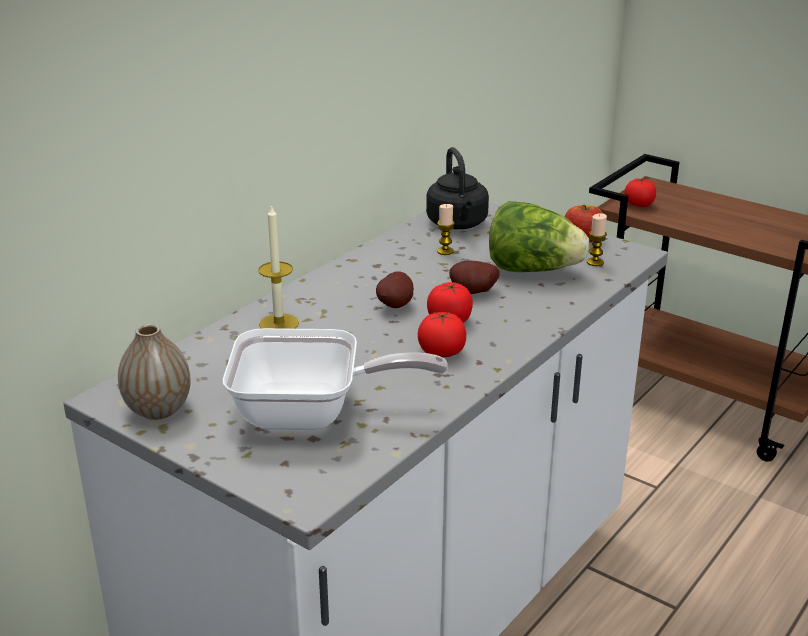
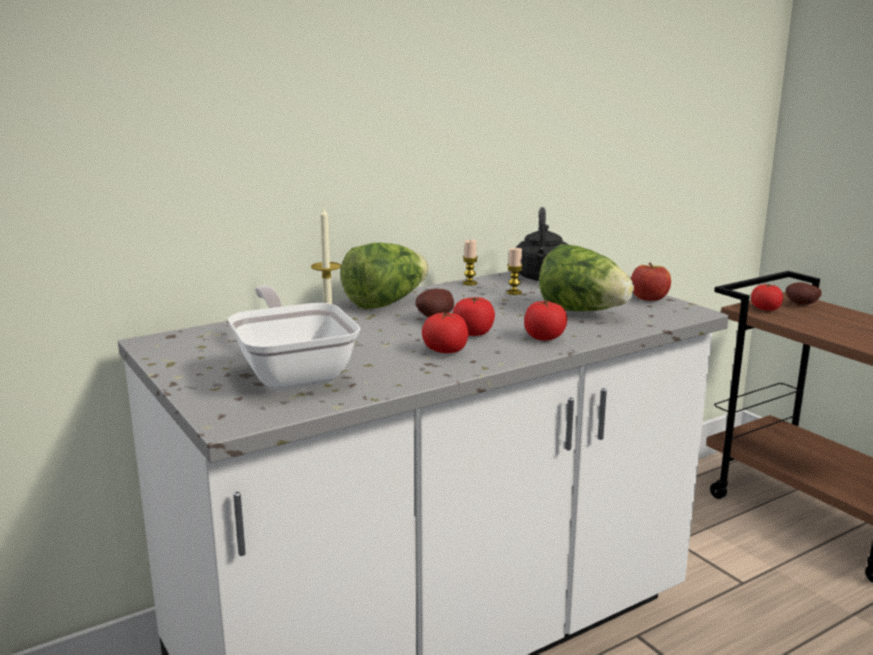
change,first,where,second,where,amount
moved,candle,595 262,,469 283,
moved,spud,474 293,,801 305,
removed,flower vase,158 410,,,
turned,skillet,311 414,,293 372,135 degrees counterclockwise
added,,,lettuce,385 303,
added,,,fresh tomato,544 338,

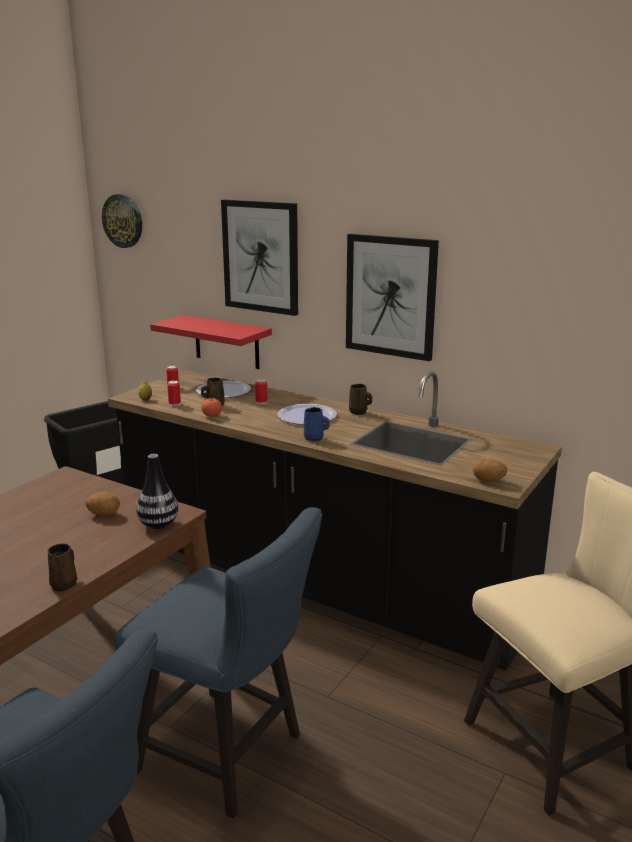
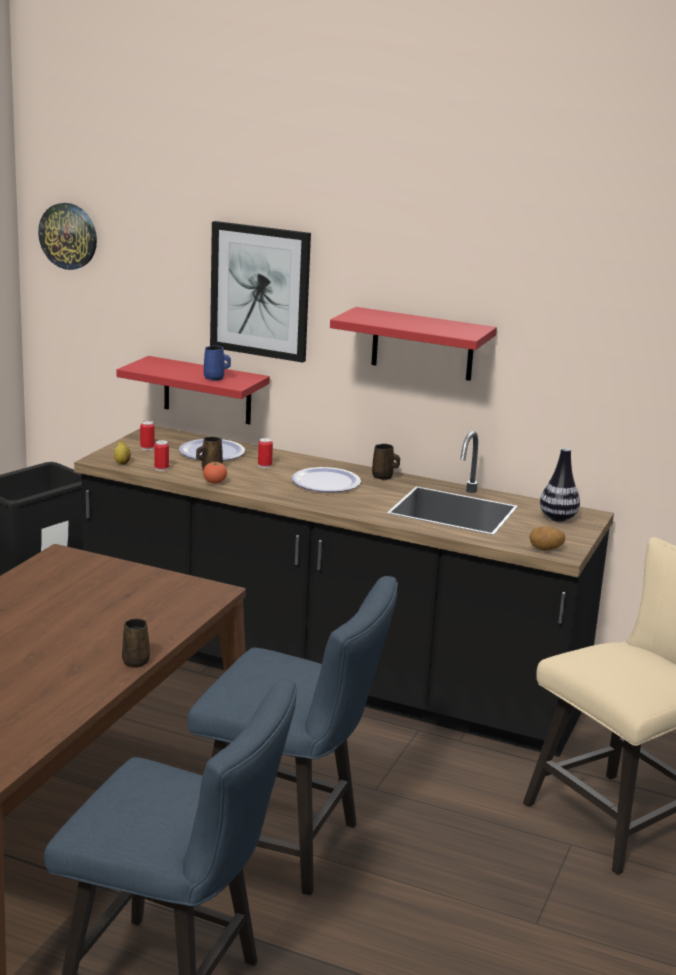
change,first,where,second,where,amount
replaced,wall picture,391 296,reddish wall shelf,422 344,
moved,blue-coloured mug,315 438,,215 378,
moved,flower vase,158 525,,557 518,
removed,spud,104 514,,,

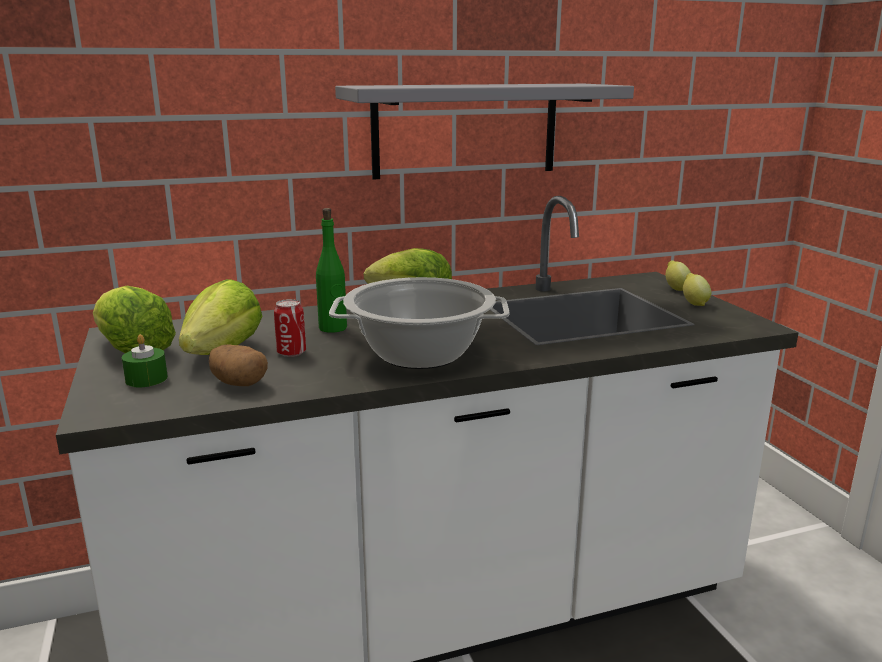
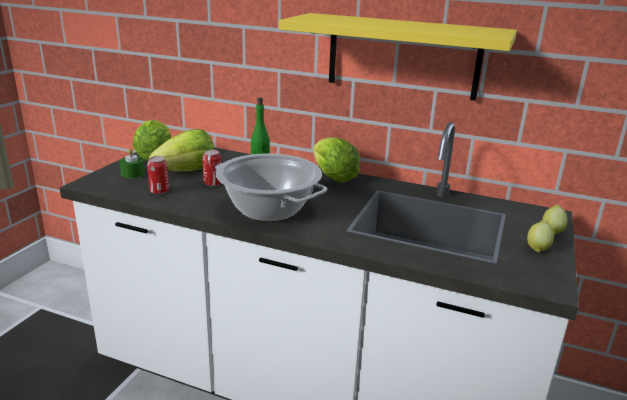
change,first,where,second,where,amount
recoloured,gray wall shelf,465 130,yellowish wall shelf,403 56,
replaced,spud,239 383,sealed can,159 191,

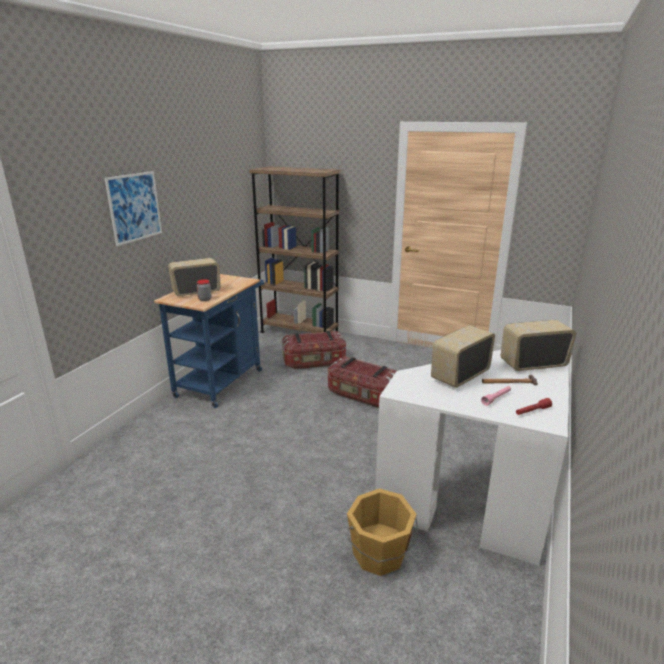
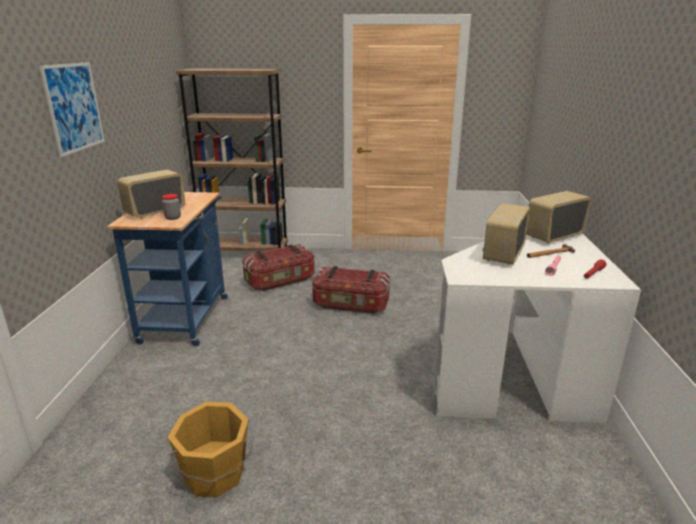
change,first,where,second,where,amount
moved,orangey pail,379 555,,215 475,

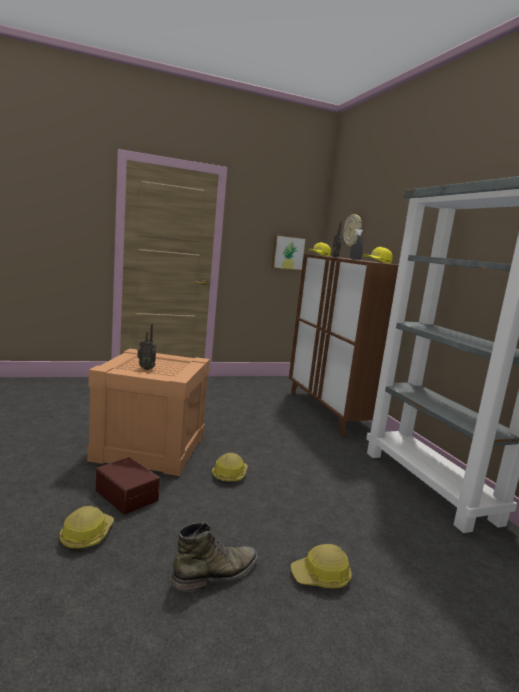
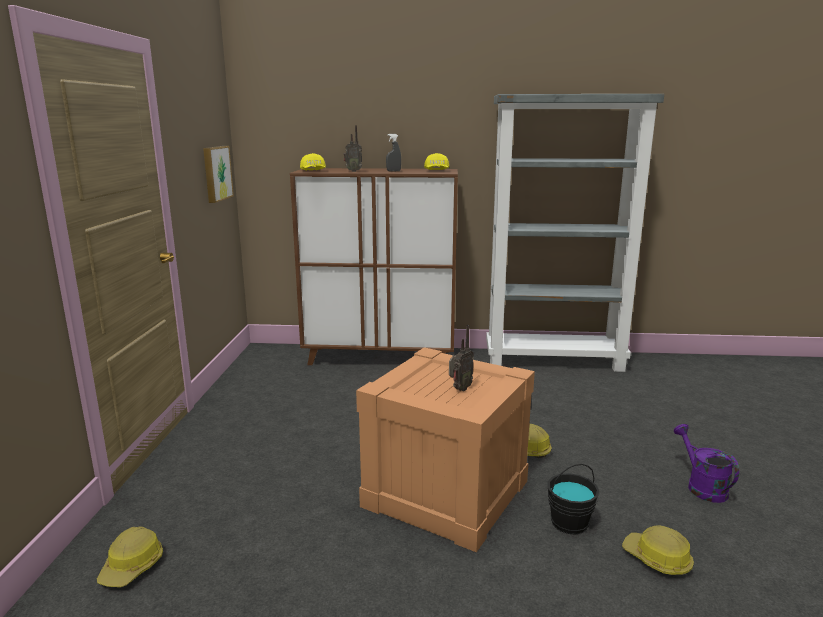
change,first,where,second,where,amount
removed,hanging clock,353 230,,,
replaced,brownish storage bin,128 494,blackish pail,569 523,
replaced,greenish boot,216 574,purple-coloured watering can,701 486,
moved,hard hat,321 577,,133 567,

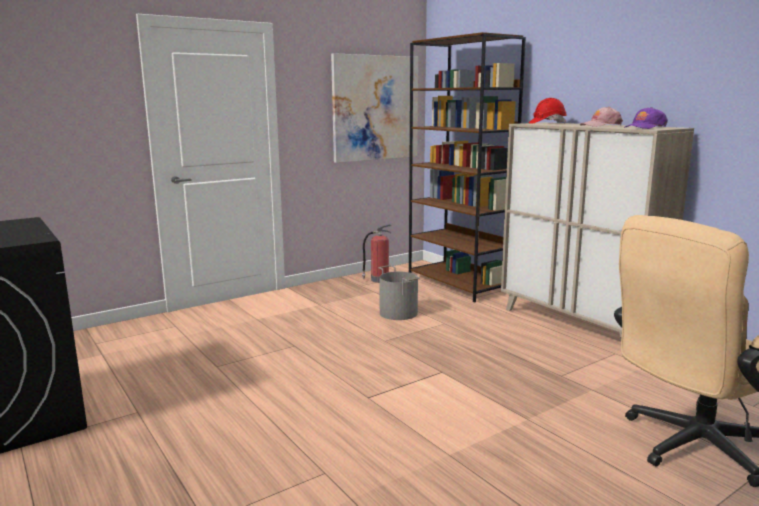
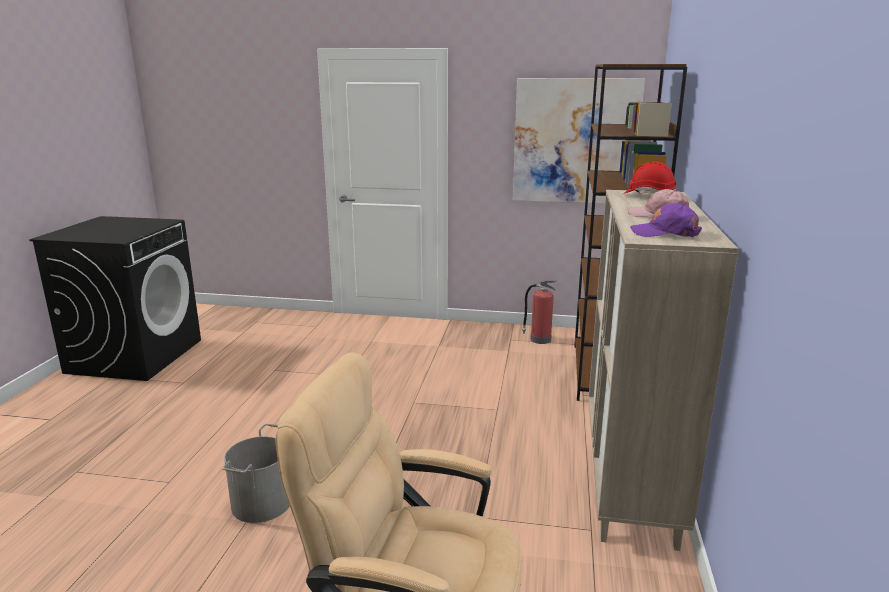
change,first,where,second,where,amount
moved,gray pail,399 313,,262 503,

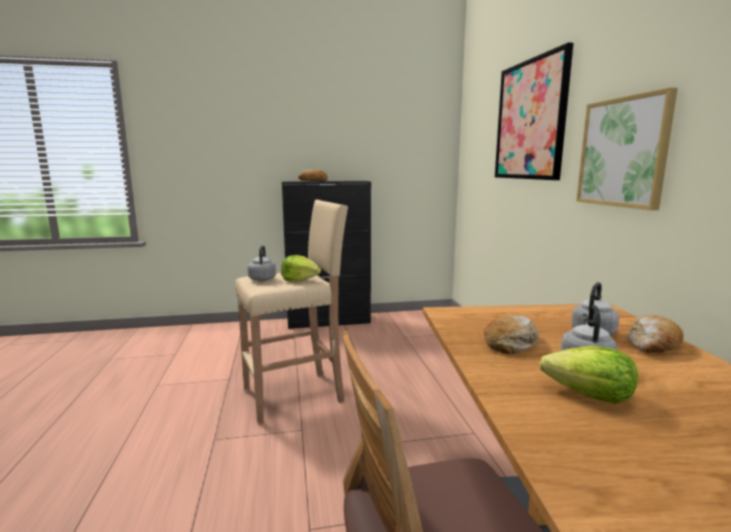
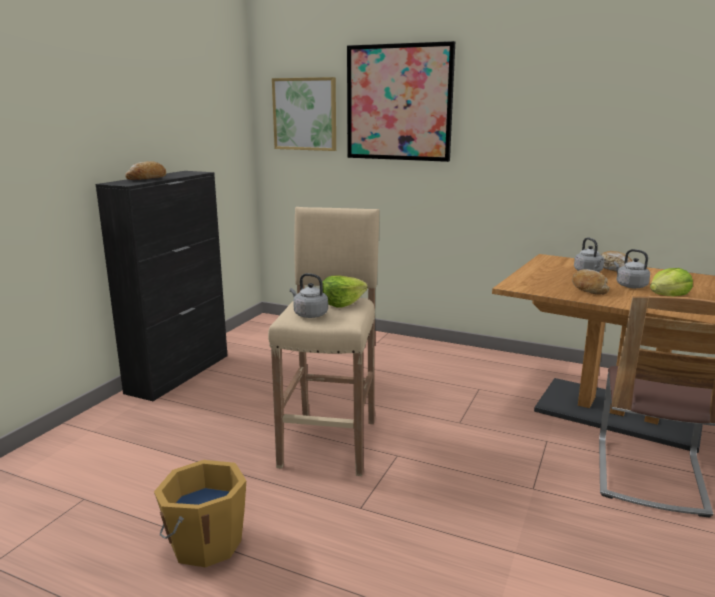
change,first,where,second,where,amount
moved,wall picture,623 152,,305 114,
added,,,orangey pail,205 543,

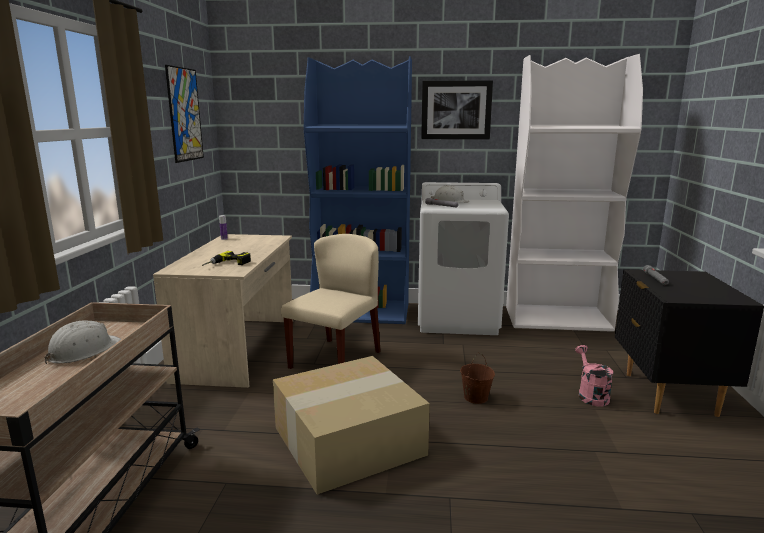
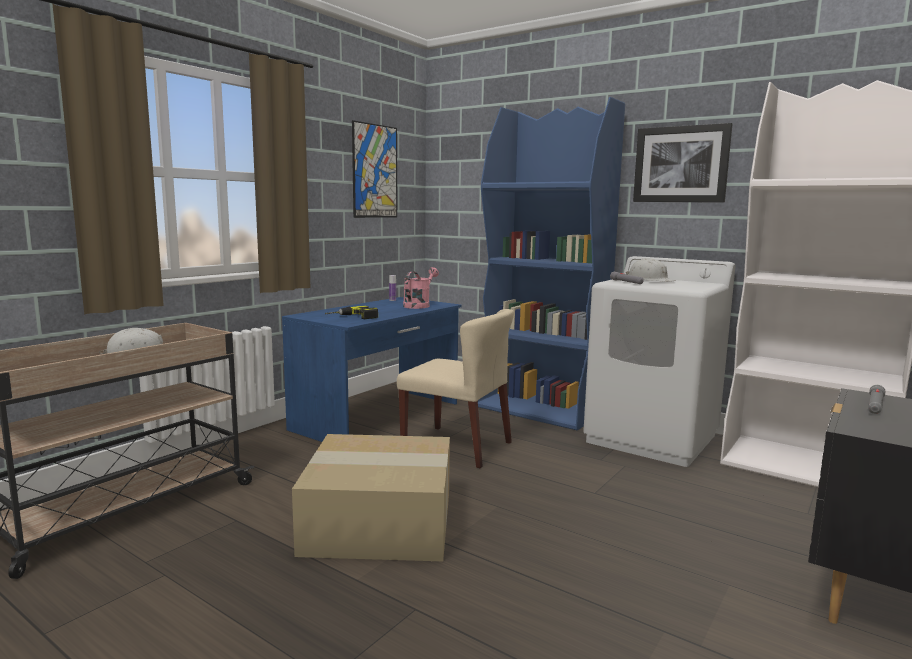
change,first,where,second,where,amount
recoloured,beige-coloured desk table,239 348,blue-coloured desk table,378 416,
turned,beige-coloured chair,335 359,,458 446,60 degrees clockwise
moved,pink watering can,590 395,,419 305,
removed,brownish pail,475 397,,,

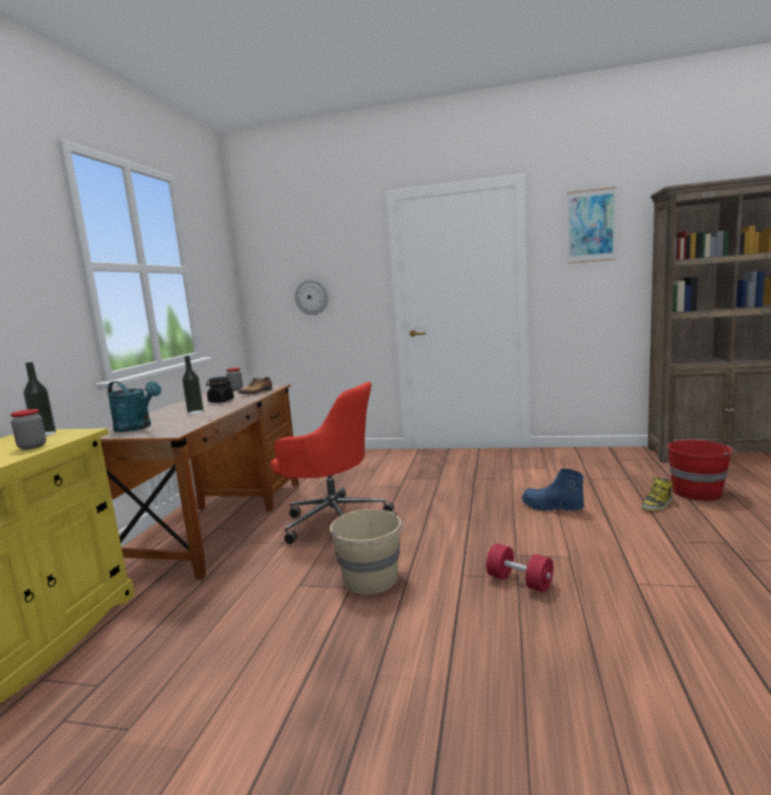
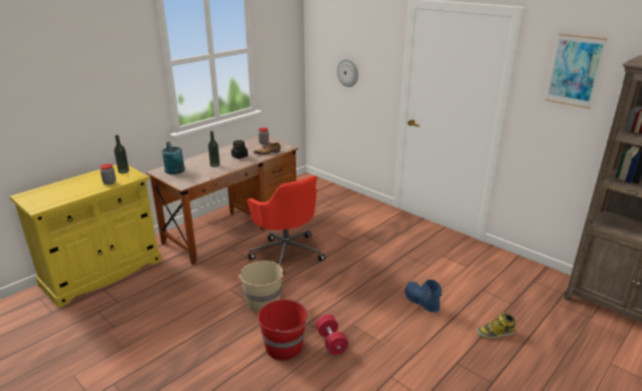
change,first,where,second,where,amount
moved,reddish pail,697 492,,284 346,

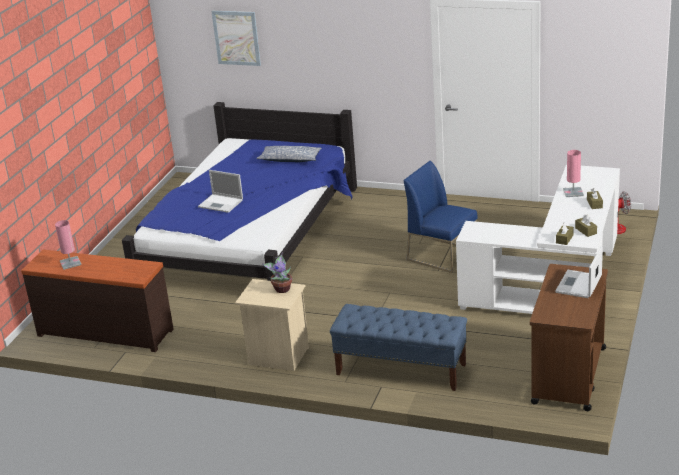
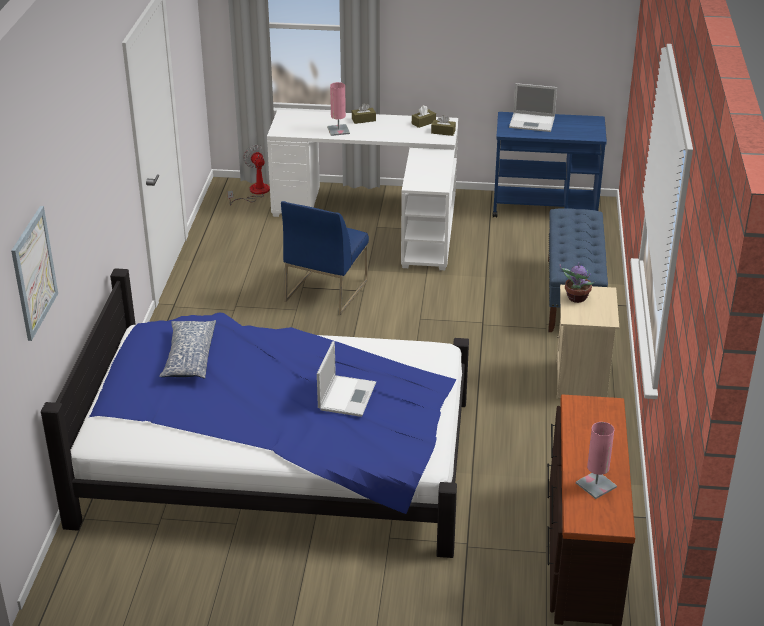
change,first,where,second,where,amount
recoloured,brownish wheeled cart,568 376,blue-coloured wheeled cart,545 208,

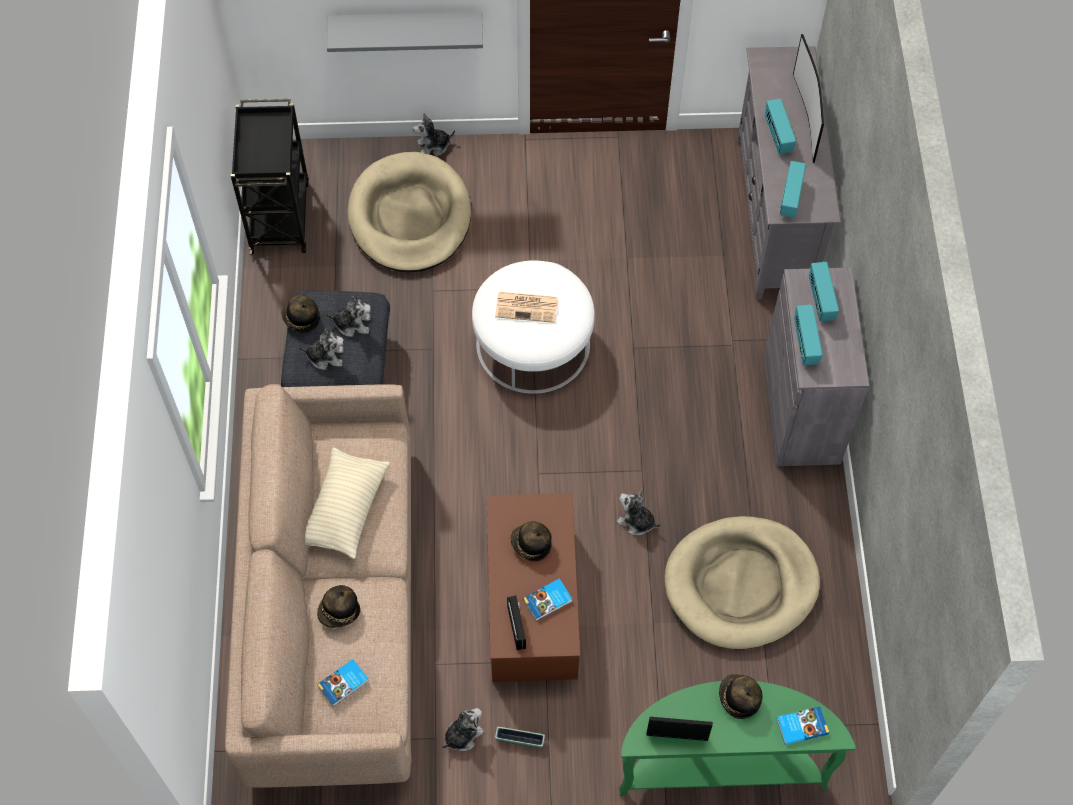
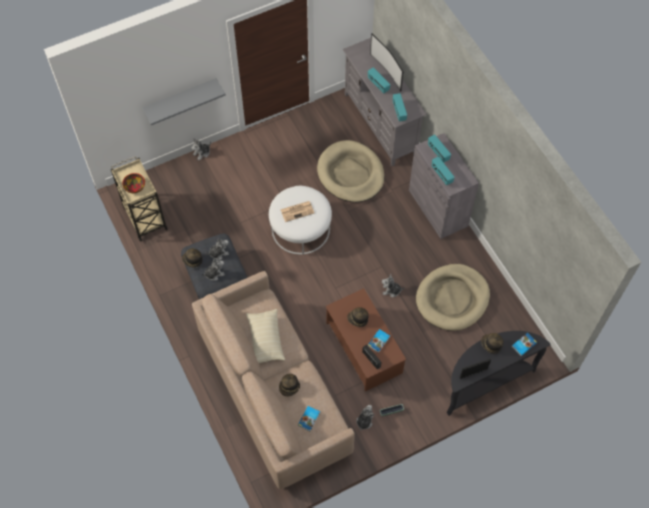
change,first,where,second,where,amount
recoloured,blackish wheeled cart,279 215,beige-coloured wheeled cart,144 216,
moved,beige-coloured dog cushion,410 217,,351 174,
recoloured,greenish hall table,720 764,blackish hall table,484 382,
added,,,bowl,134 187,

